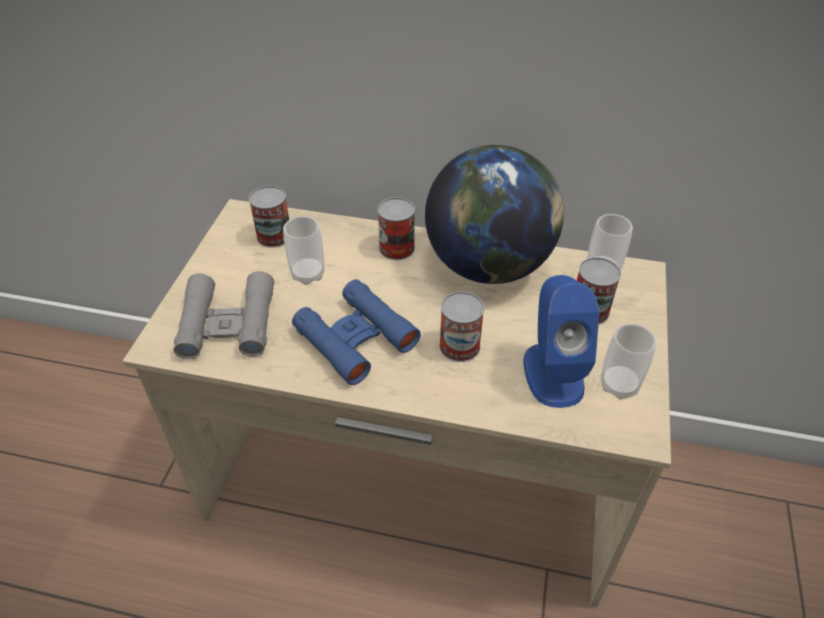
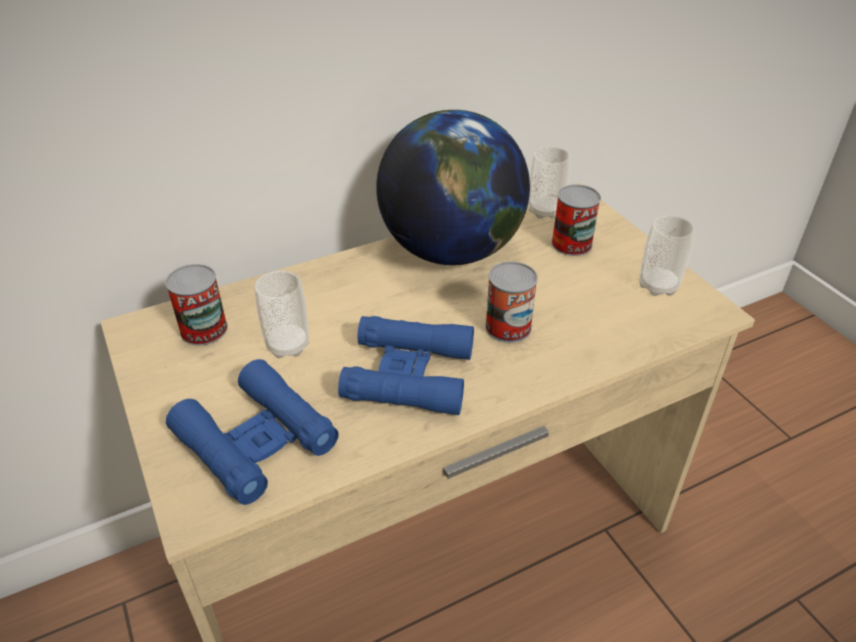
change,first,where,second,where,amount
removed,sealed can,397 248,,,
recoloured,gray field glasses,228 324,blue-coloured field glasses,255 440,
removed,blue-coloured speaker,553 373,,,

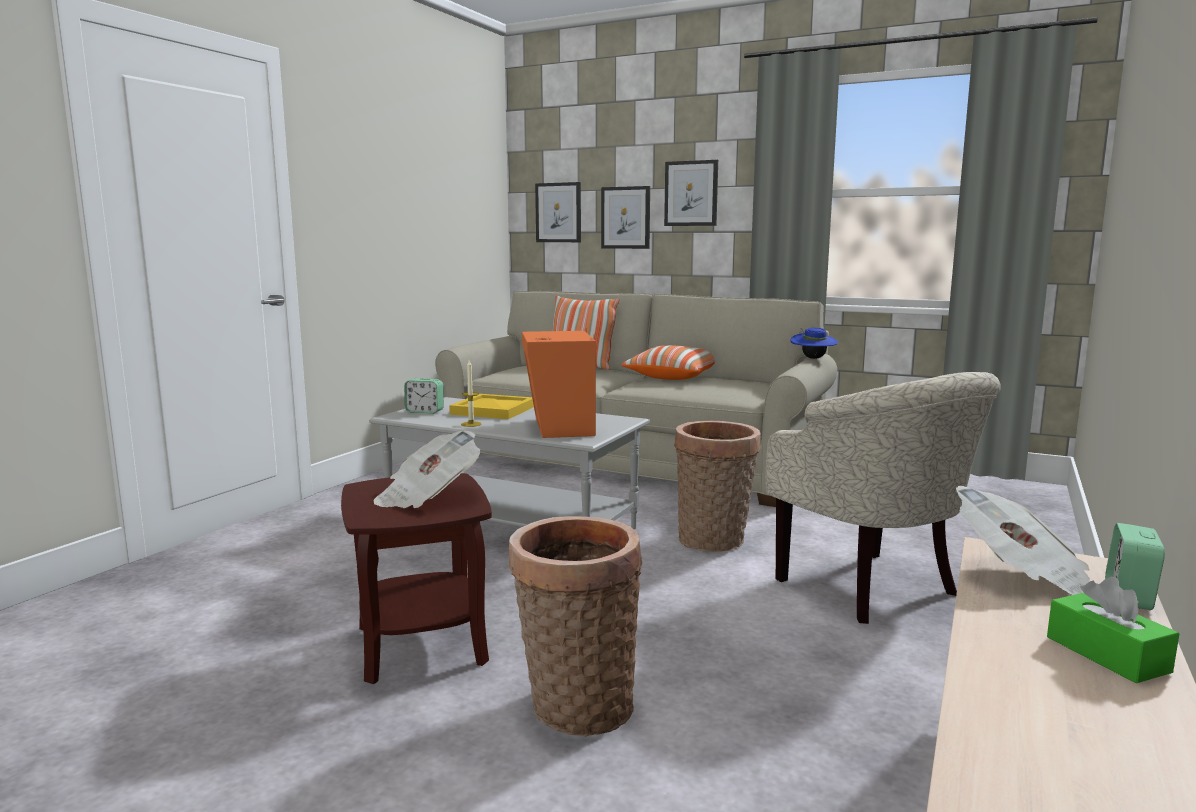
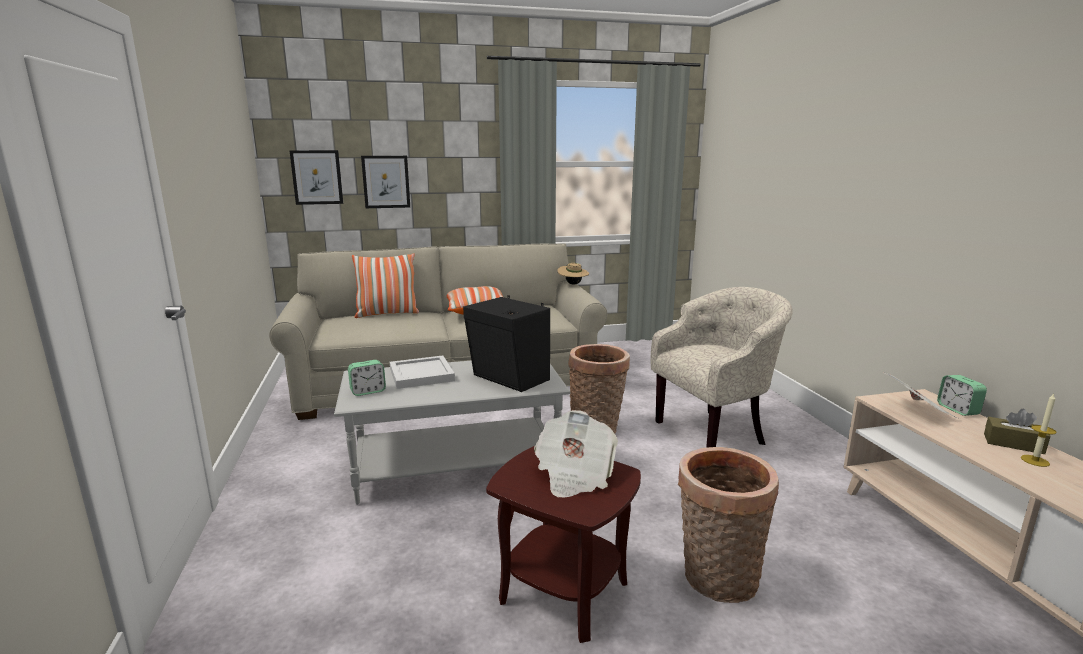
change,first,where,second,where,amount
removed,wall picture,691 193,,,
recoloured,orangey speaker,559 427,blackish speaker,509 379,
recoloured,blue-coloured hat,813 358,beige-coloured hat,573 284,
moved,candle,471 424,,1035 460,
turned,beige-coloured armchair,874 590,,714 432,45 degrees counterclockwise
recoloured,yellowish tray,494 410,white tray,422 375,
recoloured,greenish tissue holder,1107 654,brownish tissue holder,1013 444,

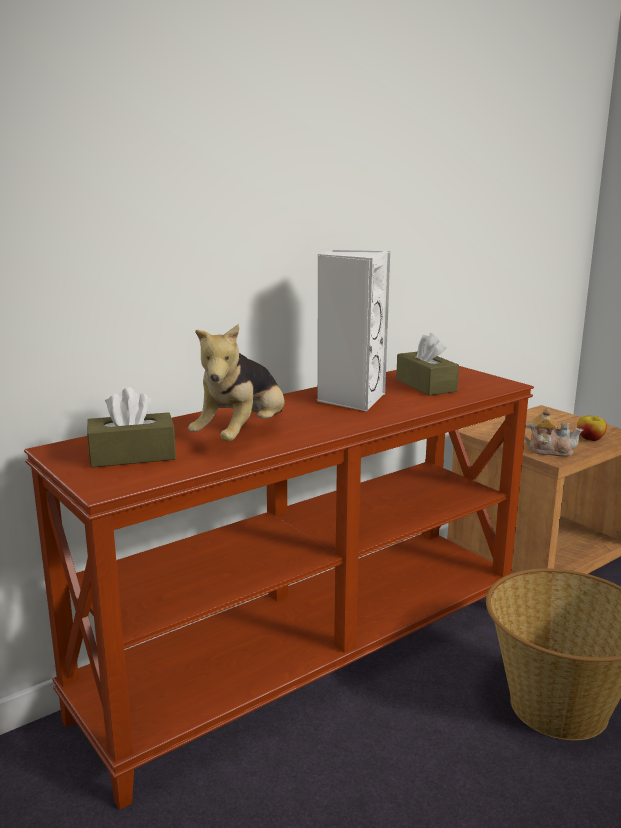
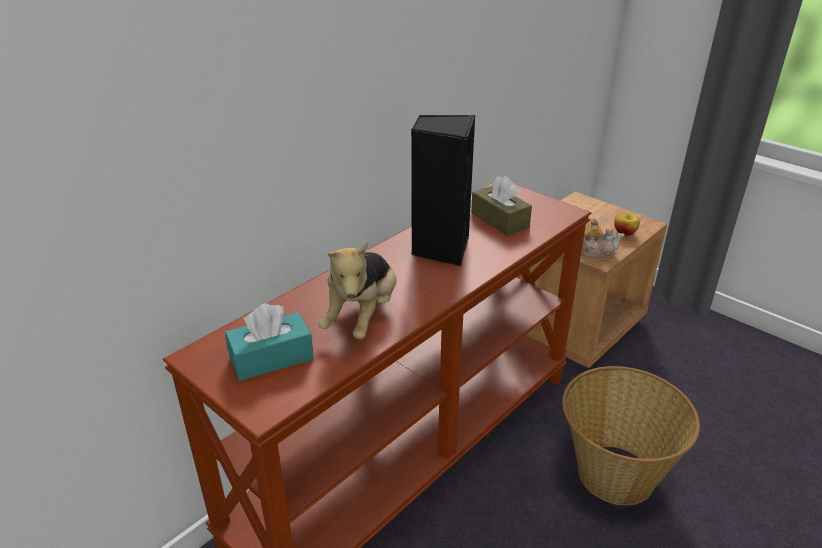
change,first,where,second,where,amount
recoloured,white speaker,350 399,blackish speaker,440 248,
recoloured,brownish tissue holder,132 456,turquoise tissue holder,271 358,

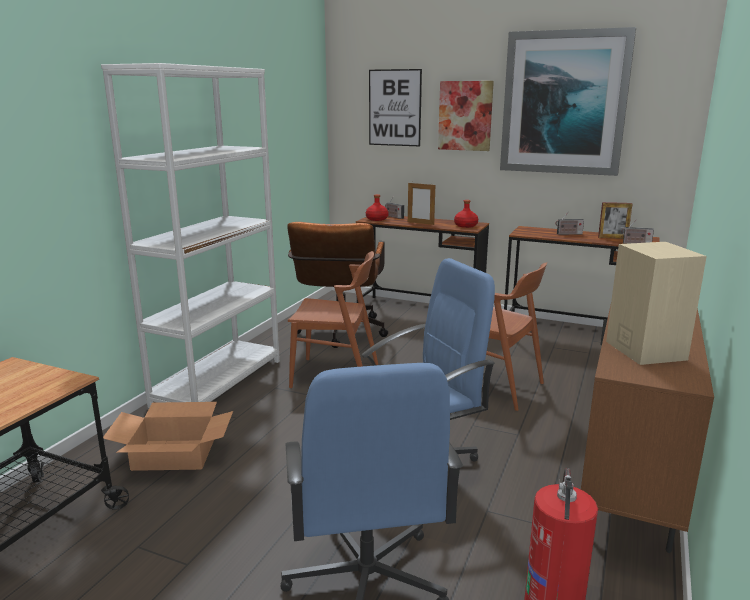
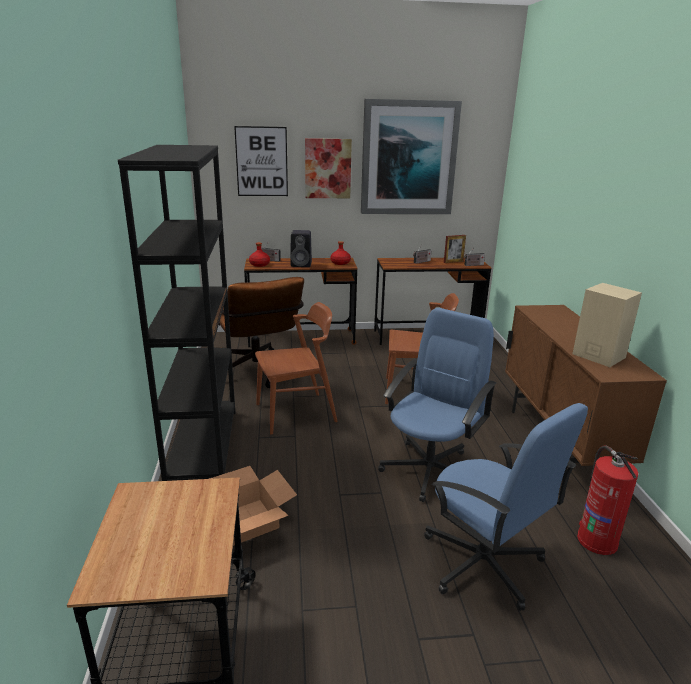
change,first,where,second,where,amount
recoloured,white bookcase,219 382,blackish bookcase,203 446,
replaced,standing frame,420 223,blackish speaker,302 264,

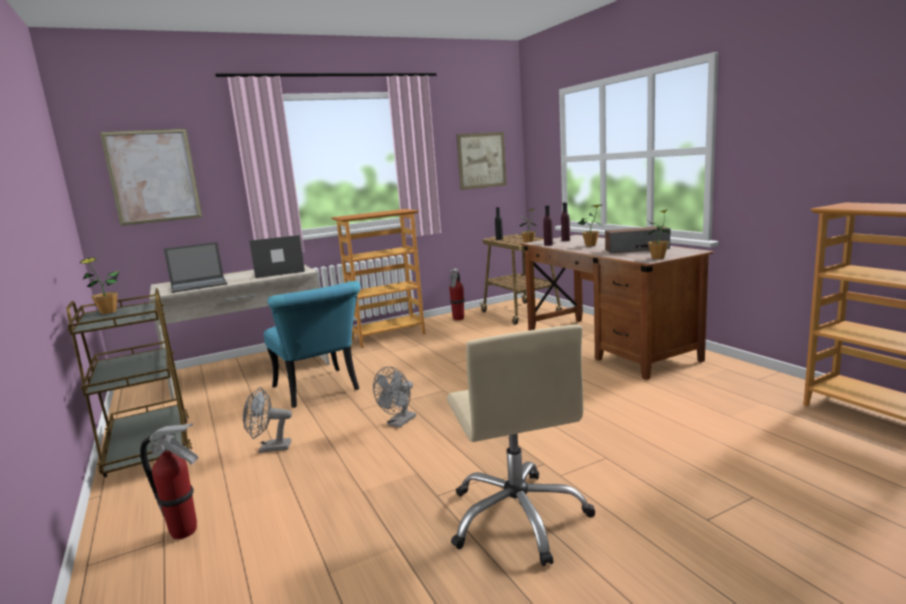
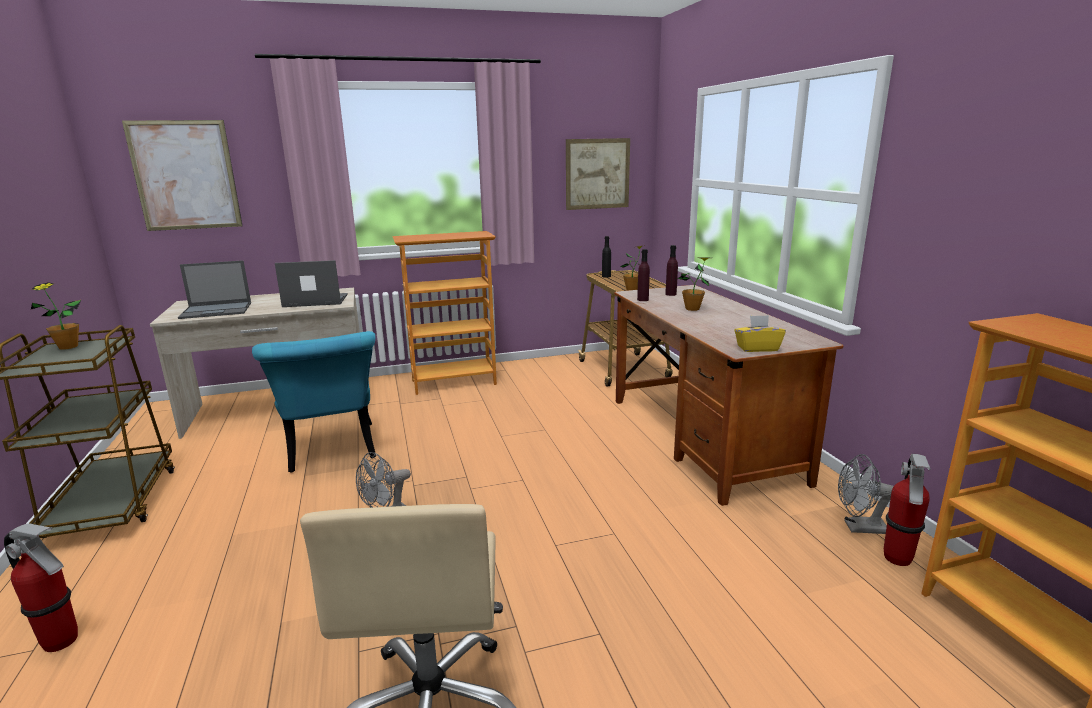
change,first,where,second,where,amount
replaced,plant in a pot,658 258,yellowish tissue holder,757 348,
removed,speaker,636 249,,,
moved,fire-fighting cylinder,458 319,,897 559,
moved,gray fan,269 448,,859 528,

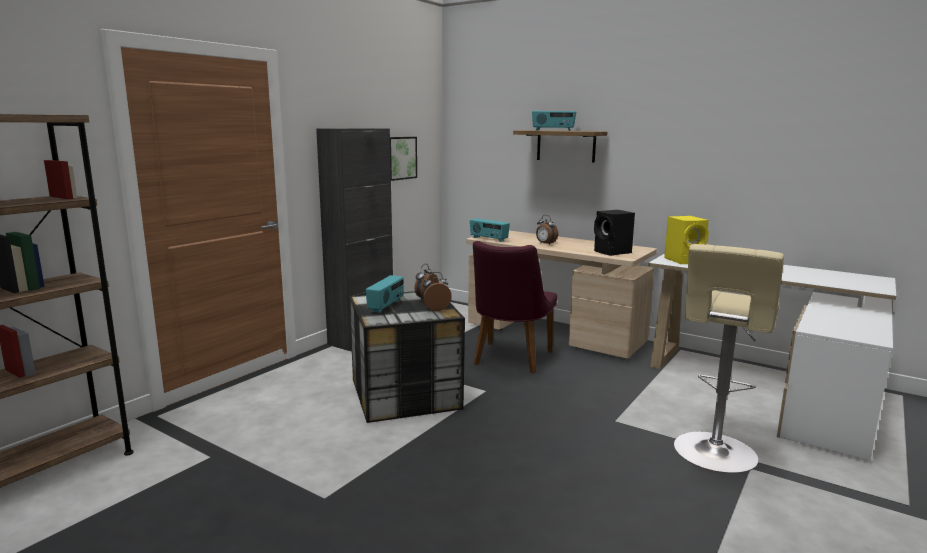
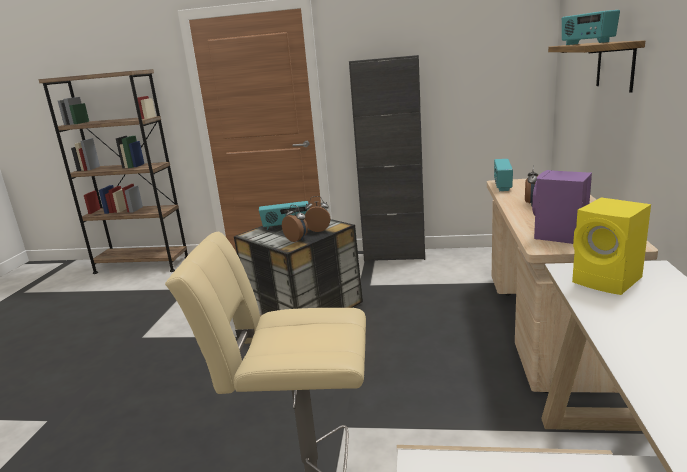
change,first,where,second,where,amount
removed,wall picture,400 158,,,
recoloured,blackish speaker,613 252,purple-coloured speaker,559 236,
removed,purple-coloured chair,509 360,,,

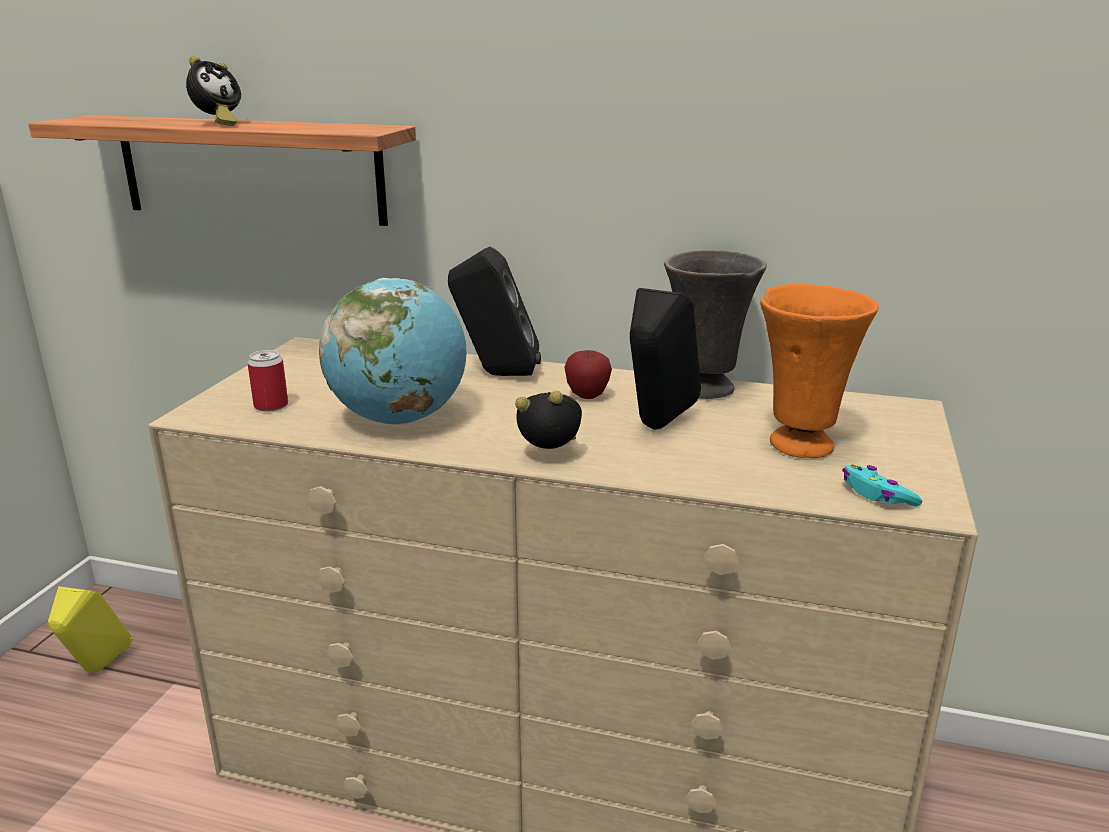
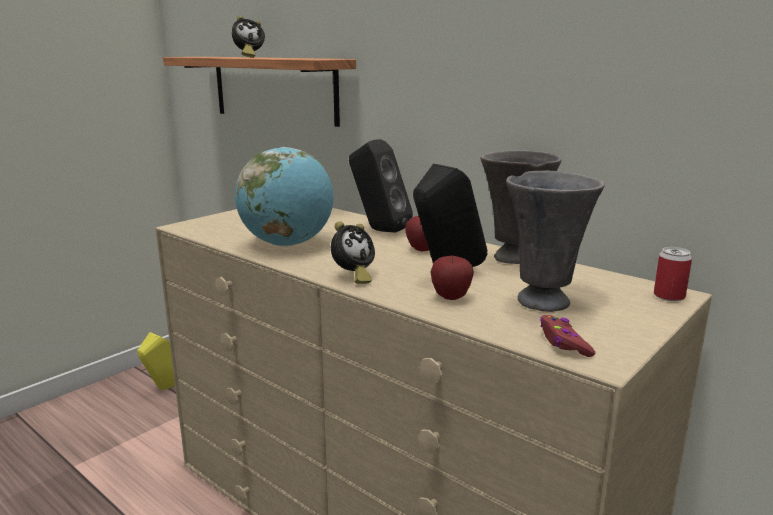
change,first,where,second,where,amount
recoloured,orangey flower vase,800 444,gray flower vase,544 301,
moved,sealed can,271 406,,669 296,
turned,table clock,551 455,,353 277,105 degrees clockwise
recoloured,turquoise game controller,877 495,reddish game controller,564 343,
added,,,apple,451 298,

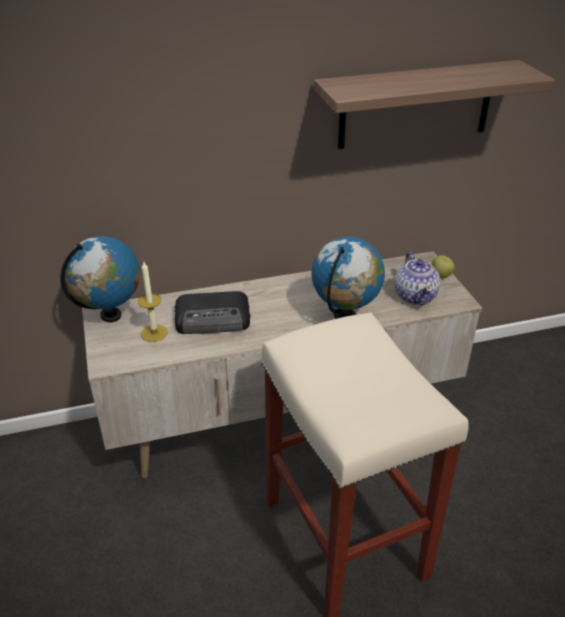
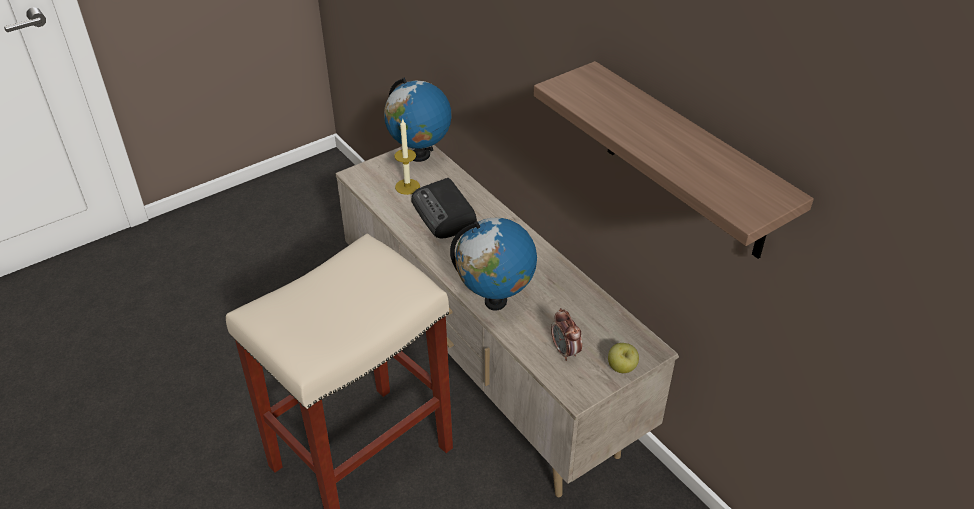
change,first,where,second,where,amount
replaced,teapot,415 296,table clock,565 351,

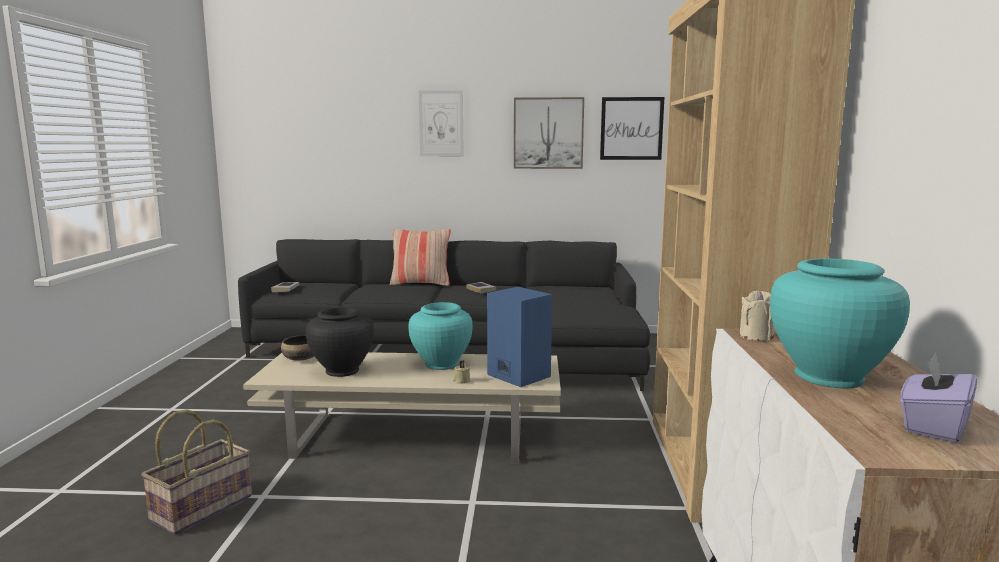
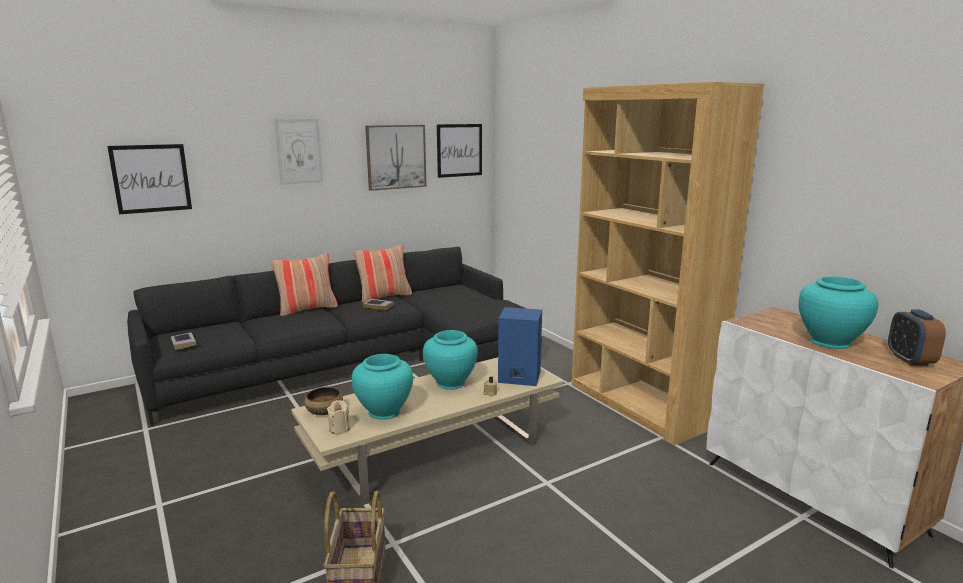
change,first,where,second,where,amount
moved,beige-coloured candle,756 336,,339 429,
recoloured,blackish flower vase,342 371,turquoise flower vase,384 412,
replaced,purple-coloured tissue holder,933 426,table clock,910 360,
added,,,wall picture,151 178,
added,,,pillow,384 296,

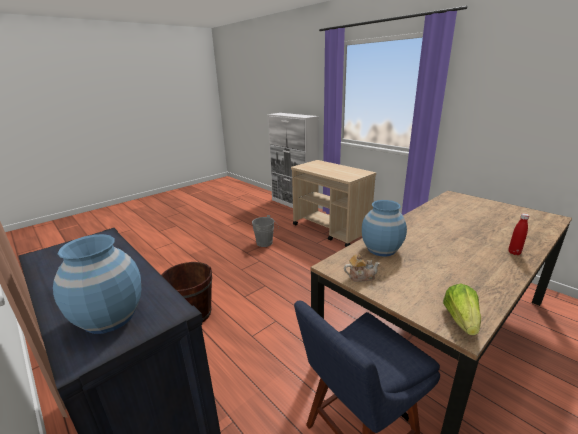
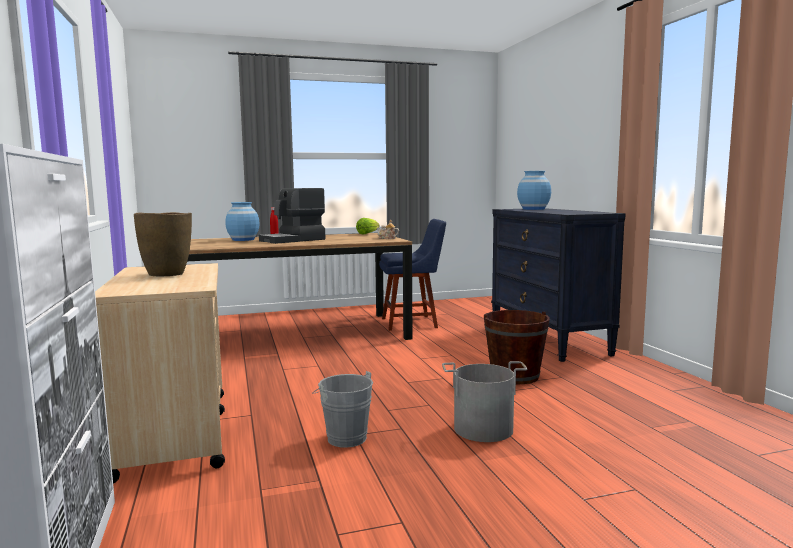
change,first,where,second,where,amount
moved,blue-coloured flower vase,381 249,,243 239,
added,,,coffee machine,293 240,
added,,,brownish flower vase,167 274,
added,,,gray pail,483 428,

